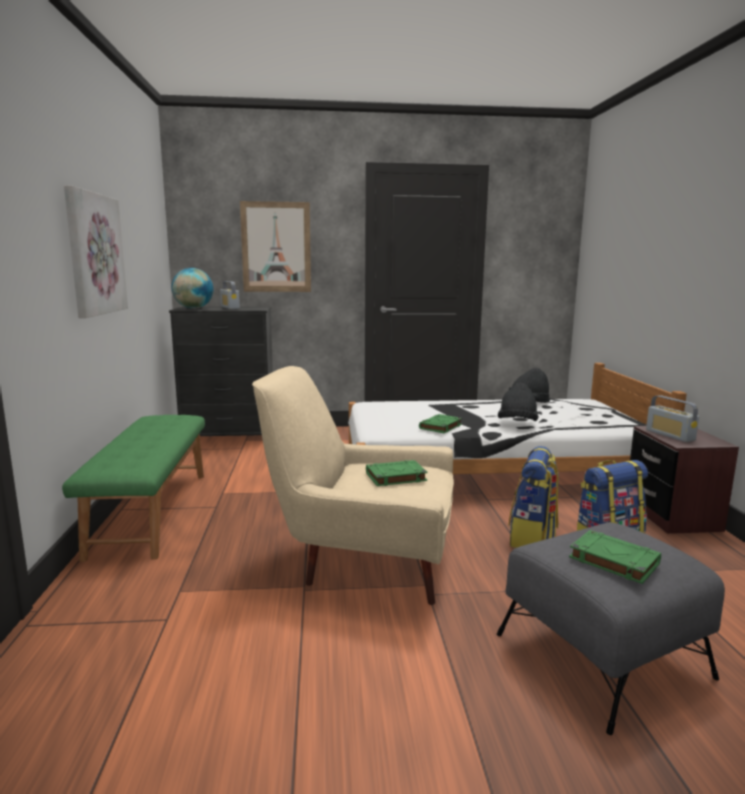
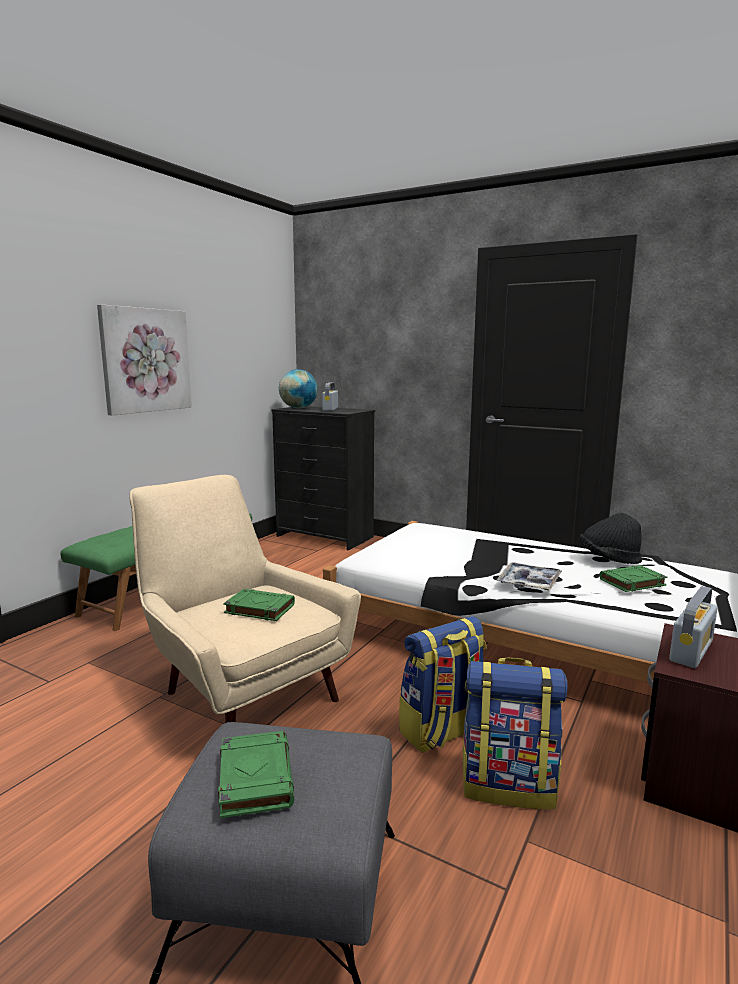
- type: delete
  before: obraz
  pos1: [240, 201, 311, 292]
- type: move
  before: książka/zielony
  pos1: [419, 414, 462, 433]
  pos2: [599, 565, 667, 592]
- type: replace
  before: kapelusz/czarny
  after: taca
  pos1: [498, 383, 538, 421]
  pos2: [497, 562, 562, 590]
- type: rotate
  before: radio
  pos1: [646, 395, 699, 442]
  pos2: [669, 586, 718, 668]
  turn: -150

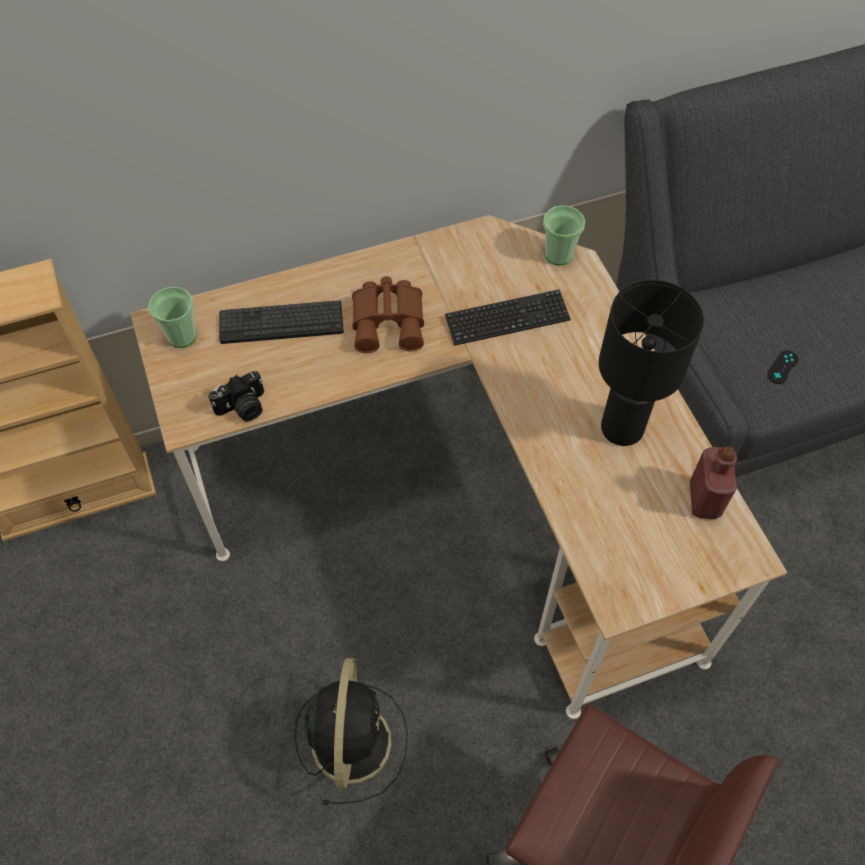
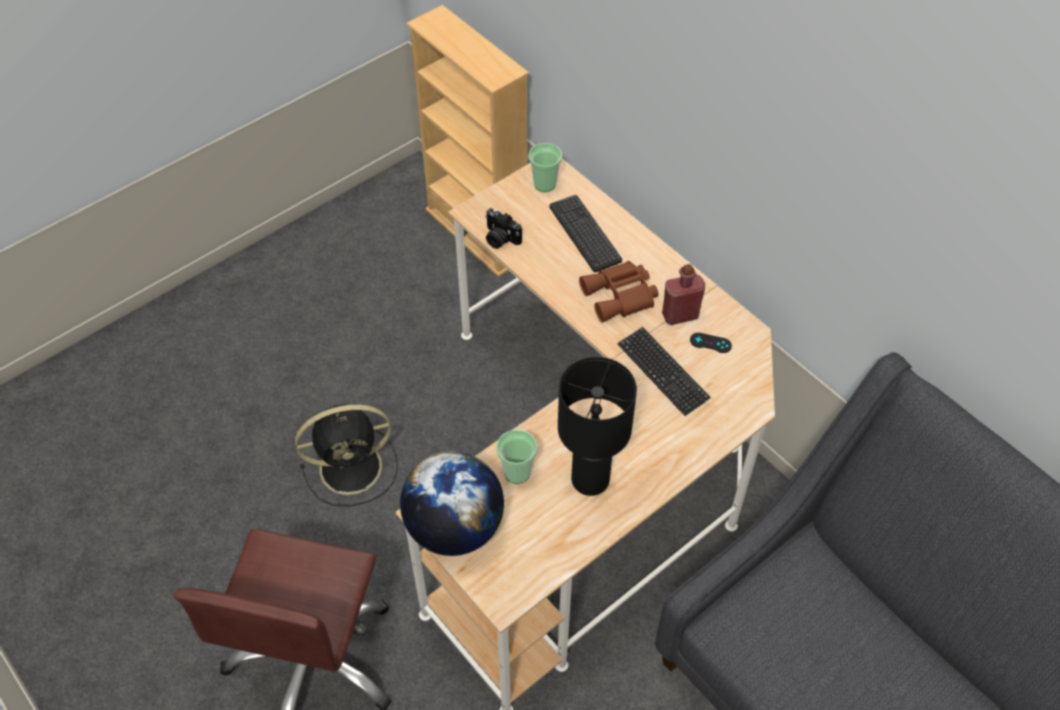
- type: move
  before: filiżanka
  pos1: [543, 205, 585, 265]
  pos2: [496, 429, 537, 484]
- type: move
  before: butelka/czerwony
  pos1: [690, 446, 737, 519]
  pos2: [662, 264, 705, 325]
- type: move
  before: pad do gier/czarny
  pos1: [767, 351, 799, 384]
  pos2: [690, 333, 732, 353]
- type: insert
  after: globus
  pos2: [400, 451, 504, 556]

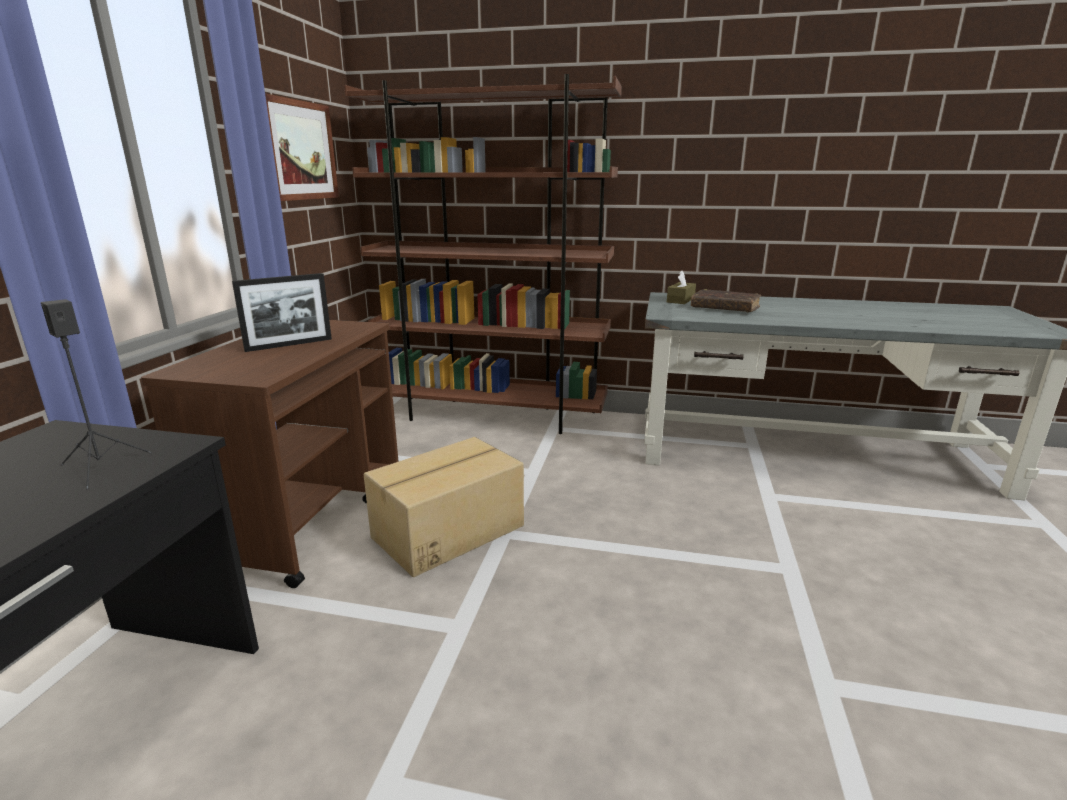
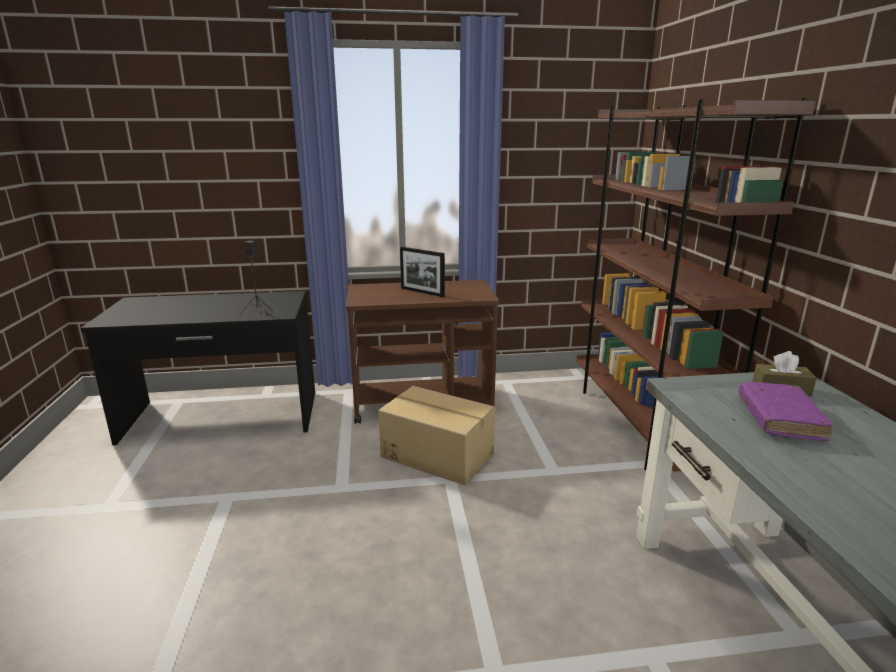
- type: delete
  before: obraz
  pos1: [265, 93, 339, 201]
- type: recolor
  before: książka/brązowy
  after: książka/fioletowy
  pos1: [691, 289, 761, 312]
  pos2: [739, 382, 833, 441]

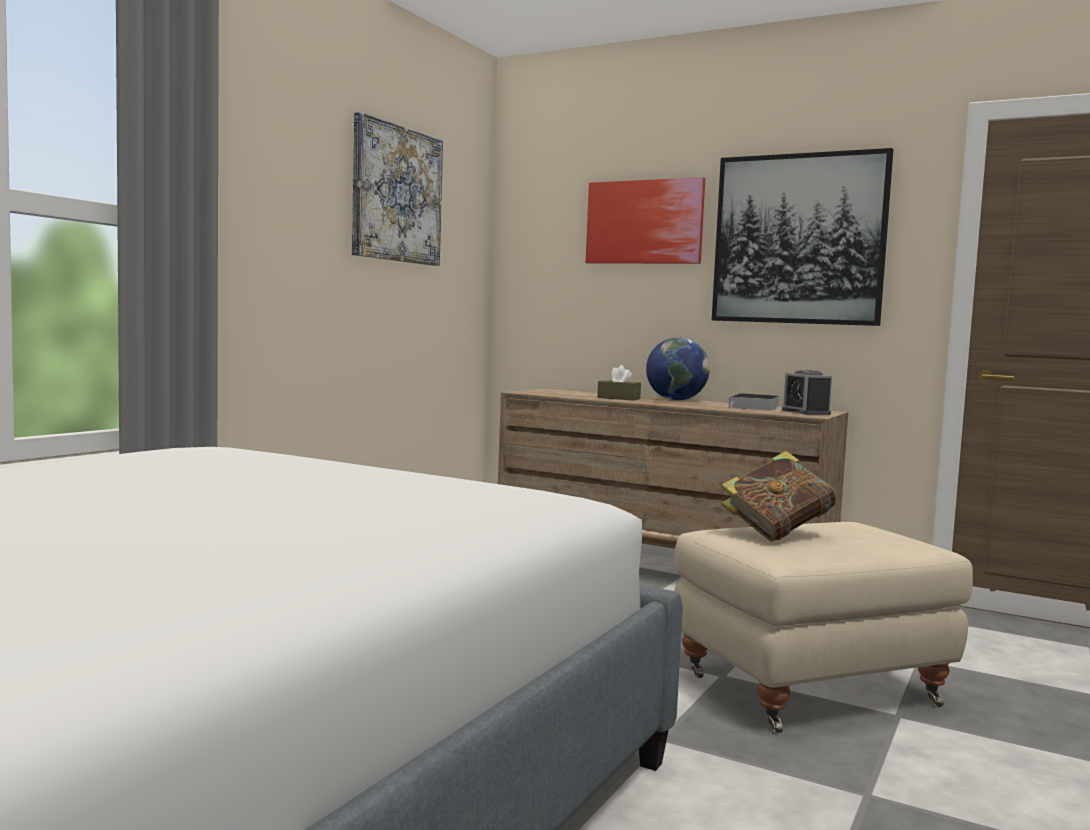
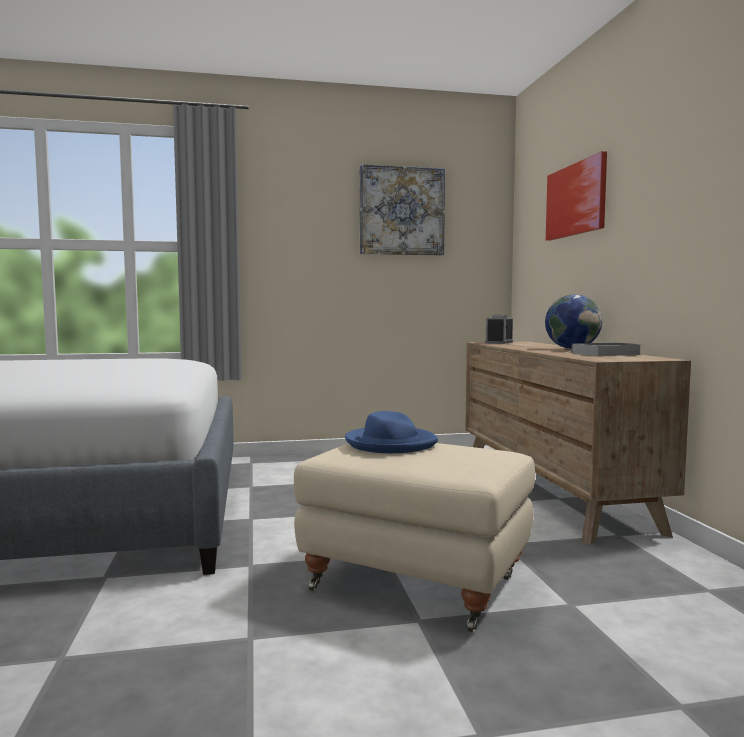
- type: delete
  before: pudełko chusteczek/brązowy
  pos1: [597, 365, 641, 400]
- type: delete
  before: obraz
  pos1: [712, 148, 893, 326]
- type: replace
  before: książka
  after: kapelusz/niebieski
  pos1: [722, 451, 836, 542]
  pos2: [345, 411, 438, 453]
- type: move
  before: budzik
  pos1: [782, 370, 832, 415]
  pos2: [485, 315, 513, 344]

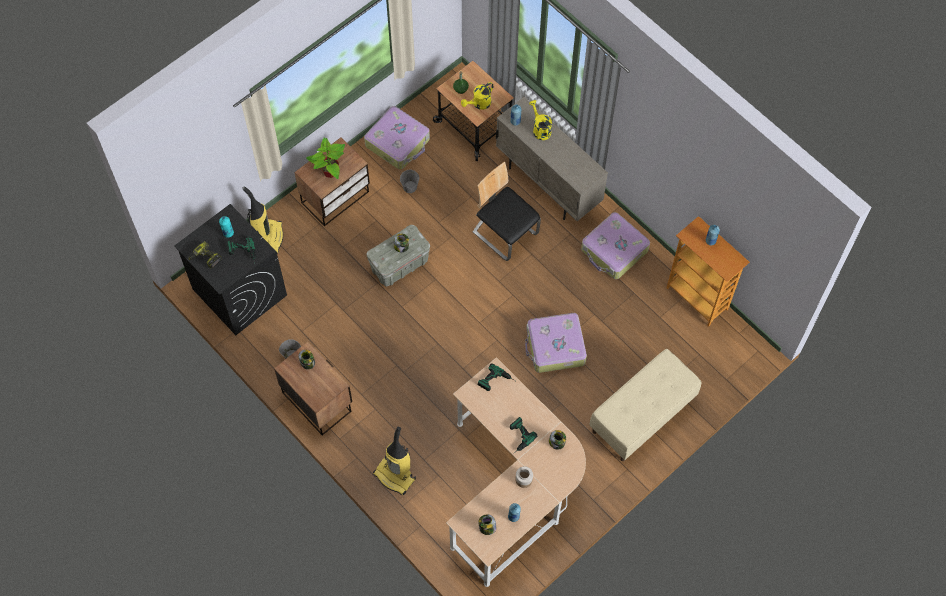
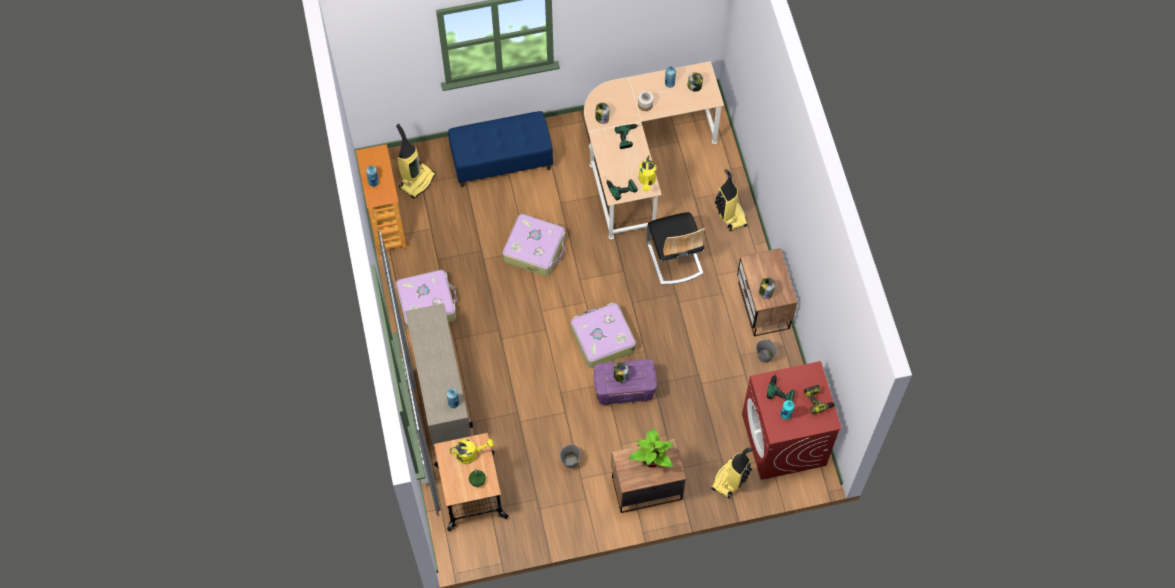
- type: recolor
  before: pralka/czarny
  after: pralka/czerwony
  pos1: [174, 204, 287, 335]
  pos2: [742, 361, 842, 480]
- type: move
  before: walizka
  pos1: [364, 106, 430, 169]
  pos2: [571, 303, 636, 368]
- type: recolor
  before: pojemnik do przechowywania/szary
  after: pojemnik do przechowywania/fioletowy
  pos1: [367, 225, 430, 286]
  pos2: [593, 359, 657, 406]
- type: move
  before: krzesło
  pos1: [473, 162, 541, 261]
  pos2: [647, 212, 705, 285]
- type: move
  before: konewka/żółty
  pos1: [529, 100, 552, 140]
  pos2: [639, 155, 656, 191]
- type: recolor
  before: ławka/beżowy
  after: ławka/niebieski
  pos1: [589, 349, 702, 461]
  pos2: [448, 111, 553, 187]
- type: insert
  after: odkurzacz
  pos2: [396, 124, 436, 199]

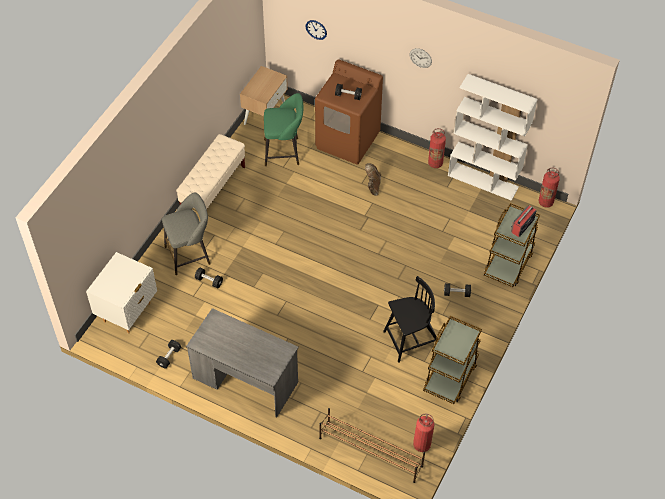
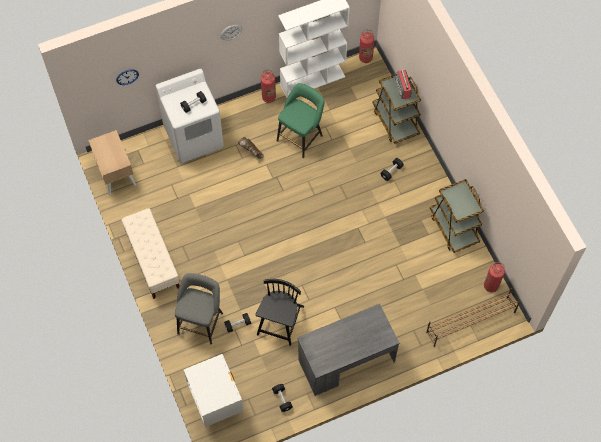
- type: move
  before: stołek/zielony
  pos1: [264, 93, 303, 166]
  pos2: [277, 83, 324, 158]
- type: recolor
  before: pralka/brązowy
  after: pralka/biały
  pos1: [315, 59, 383, 165]
  pos2: [156, 69, 224, 163]
- type: move
  before: krzesło/czarny
  pos1: [383, 276, 437, 363]
  pos2: [255, 279, 304, 346]

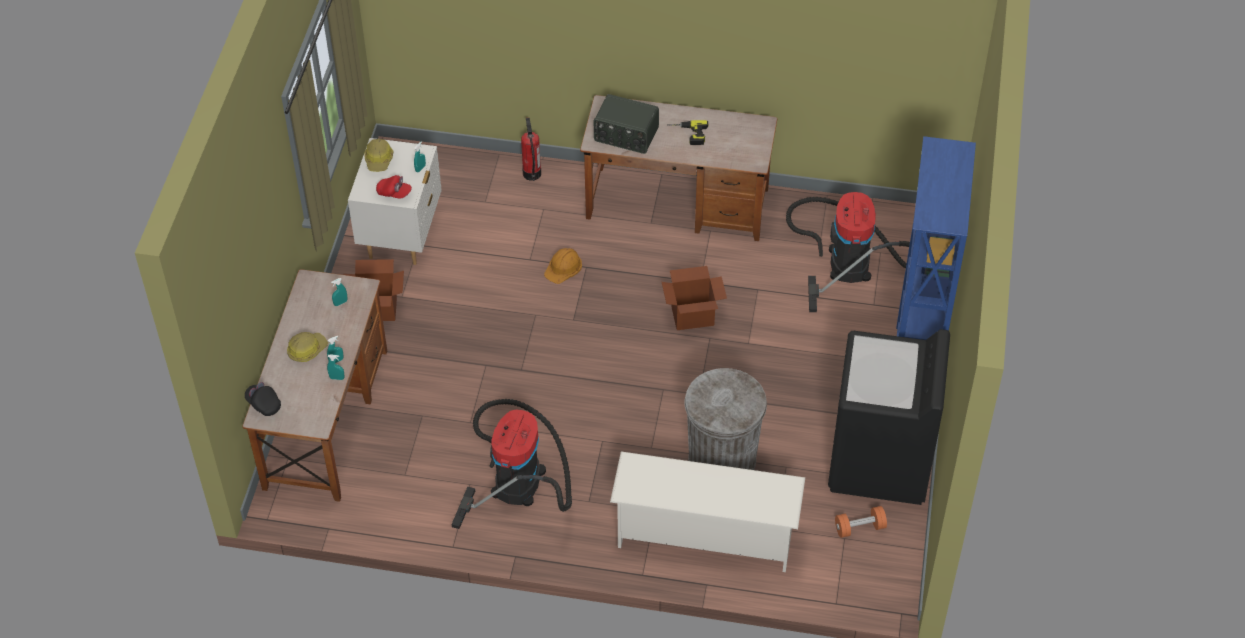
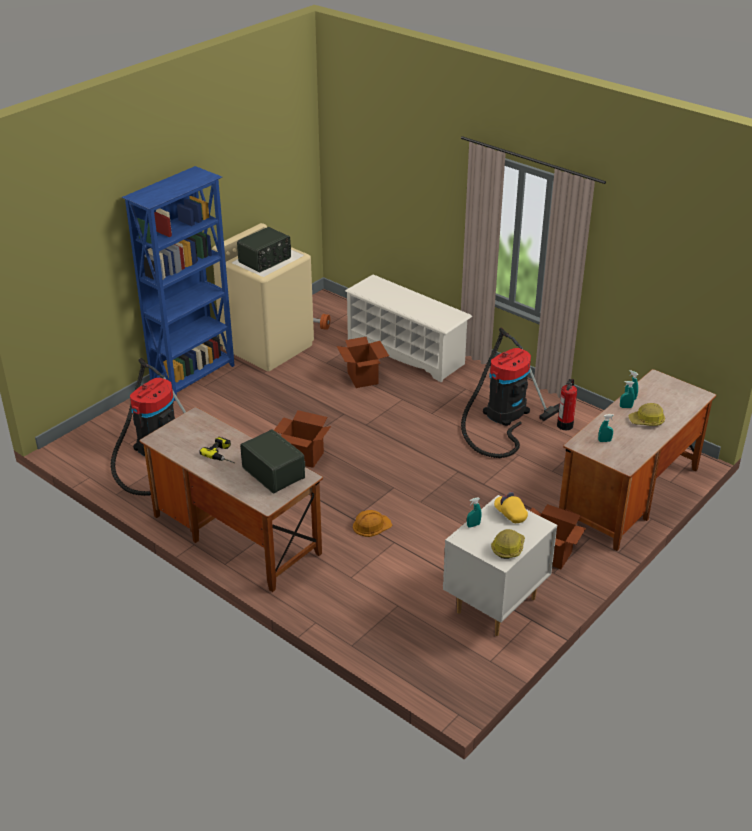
- type: delete
  before: czapka z daszkiem/czarny
  pos1: [245, 382, 281, 416]
- type: recolor
  before: czapka z daszkiem/czerwony
  after: czapka z daszkiem/żółty
  pos1: [376, 175, 412, 199]
  pos2: [494, 492, 528, 523]
- type: move
  before: gaśnica
  pos1: [521, 118, 541, 181]
  pos2: [557, 379, 577, 430]
- type: replace
  before: kosz na śmieci/szary
  after: karton
  pos1: [685, 368, 767, 470]
  pos2: [337, 337, 389, 388]
- type: recolor
  before: pralka/czarny
  after: pralka/beżowy
  pos1: [828, 329, 950, 505]
  pos2: [212, 223, 314, 371]
- type: insert
  after: radio
  pos2: [237, 227, 291, 272]

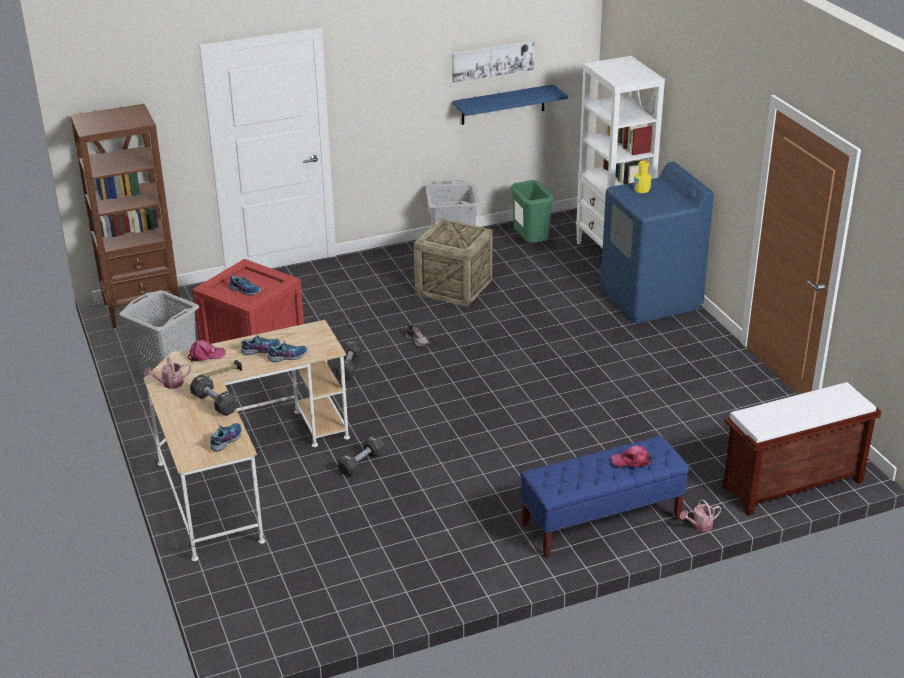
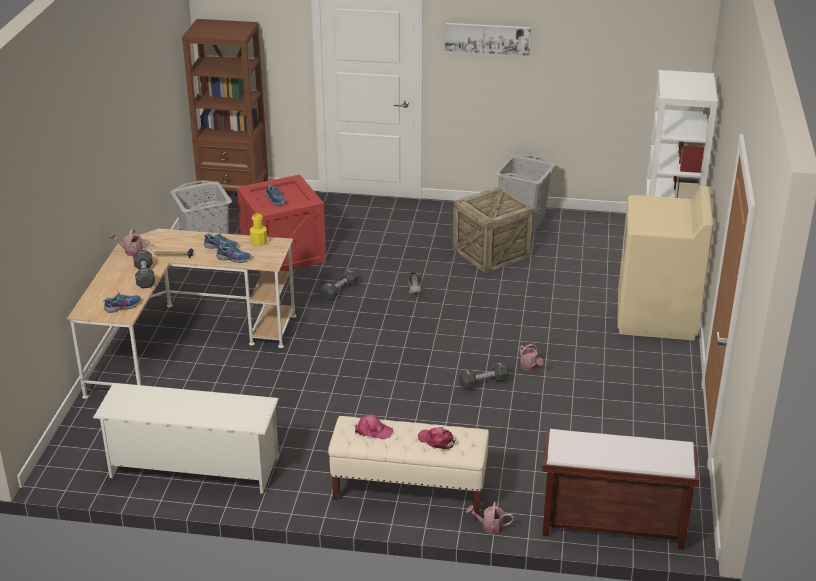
- type: move
  before: czapka z daszkiem/różowy
  pos1: [188, 340, 226, 362]
  pos2: [355, 414, 393, 439]
- type: move
  before: hantel/czarny
  pos1: [337, 435, 384, 477]
  pos2: [459, 362, 509, 390]
- type: move
  before: obraz
  pos1: [452, 41, 534, 82]
  pos2: [445, 23, 531, 56]
- type: delete
  before: półka/niebieski
  pos1: [452, 84, 568, 125]
- type: delete
  before: kosz na śmieci/zielony
  pos1: [511, 180, 554, 243]
- type: recolor
  before: ławka/niebieski
  after: ławka/beżowy
  pos1: [520, 436, 689, 558]
  pos2: [328, 416, 489, 515]
- type: recolor
  before: pralka/niebieski
  after: pralka/beżowy
  pos1: [601, 162, 714, 323]
  pos2: [617, 186, 714, 341]
- type: move
  before: butelka/żółty
  pos1: [634, 160, 651, 193]
  pos2: [250, 214, 267, 247]
- type: insert
  after: regał na buty/biały
  pos2: [93, 383, 279, 494]
- type: insert
  after: konewka
  pos2: [520, 344, 544, 371]

